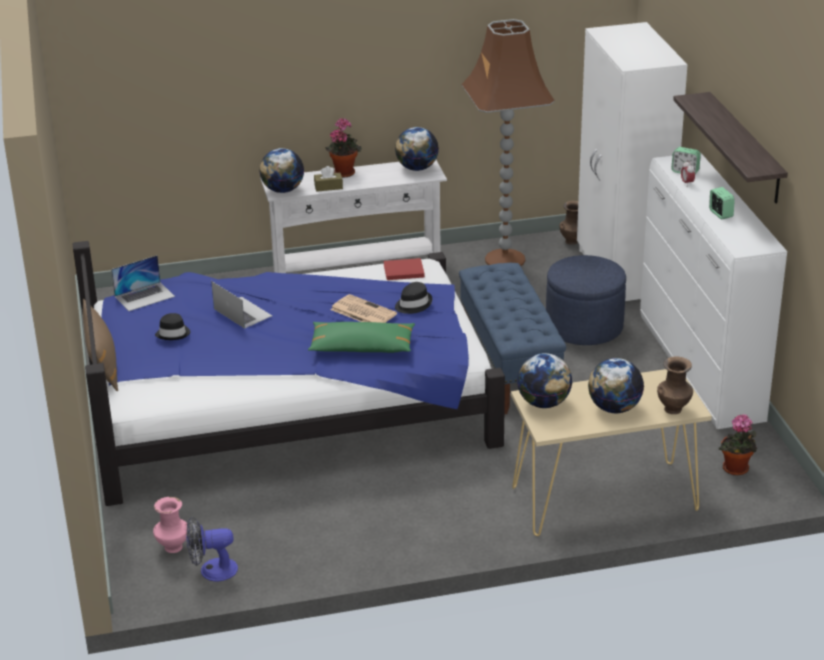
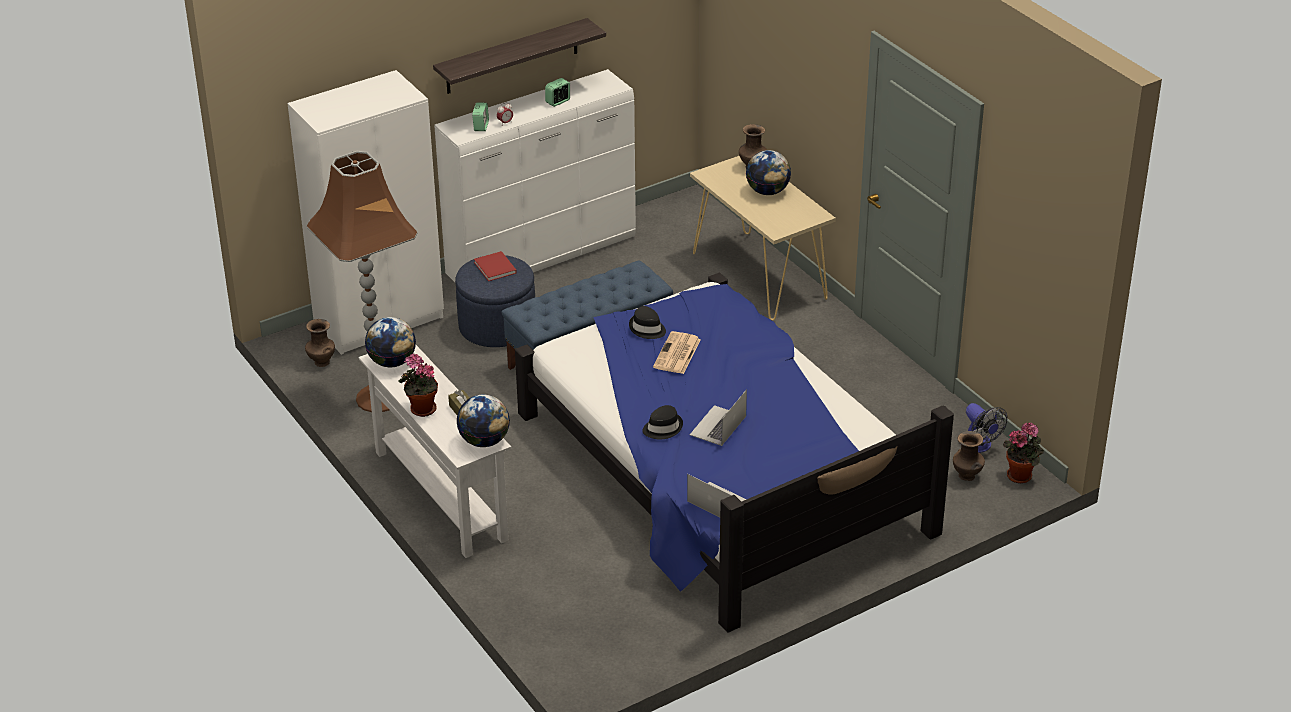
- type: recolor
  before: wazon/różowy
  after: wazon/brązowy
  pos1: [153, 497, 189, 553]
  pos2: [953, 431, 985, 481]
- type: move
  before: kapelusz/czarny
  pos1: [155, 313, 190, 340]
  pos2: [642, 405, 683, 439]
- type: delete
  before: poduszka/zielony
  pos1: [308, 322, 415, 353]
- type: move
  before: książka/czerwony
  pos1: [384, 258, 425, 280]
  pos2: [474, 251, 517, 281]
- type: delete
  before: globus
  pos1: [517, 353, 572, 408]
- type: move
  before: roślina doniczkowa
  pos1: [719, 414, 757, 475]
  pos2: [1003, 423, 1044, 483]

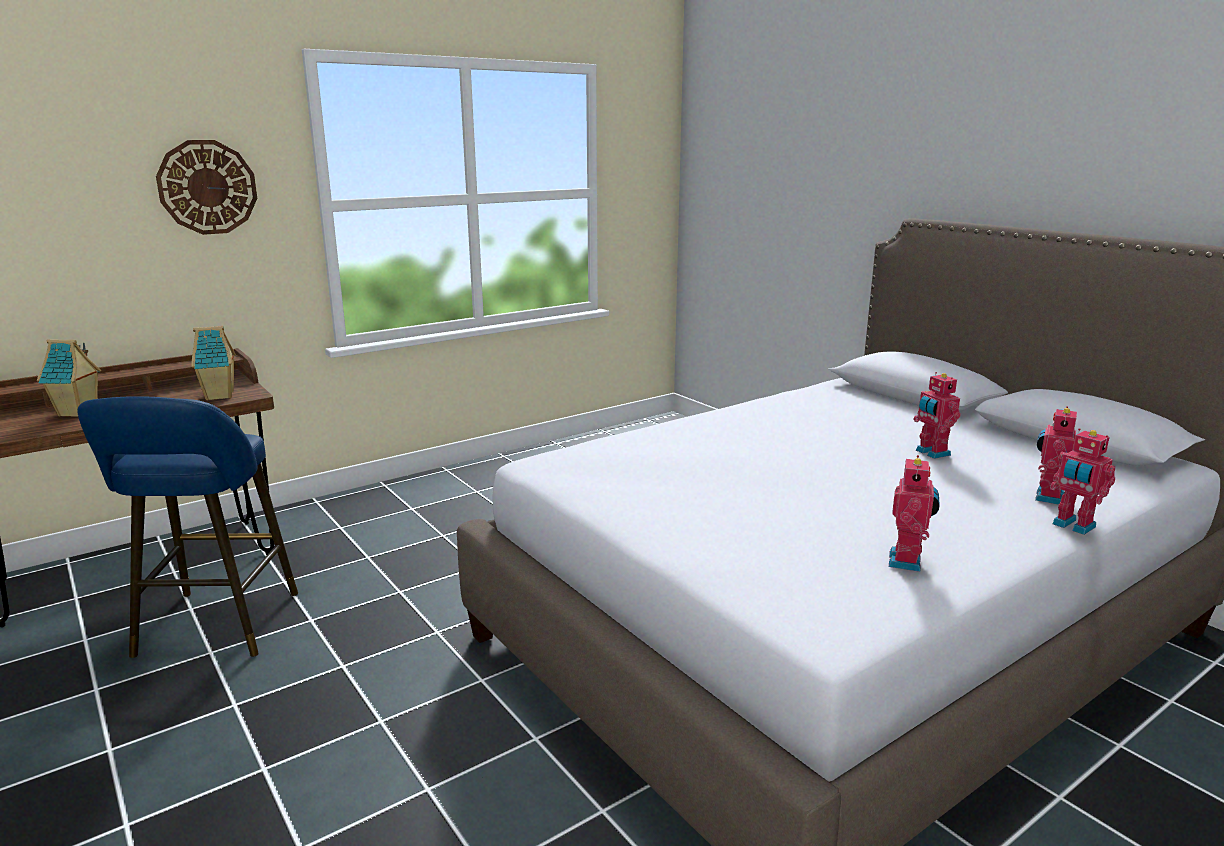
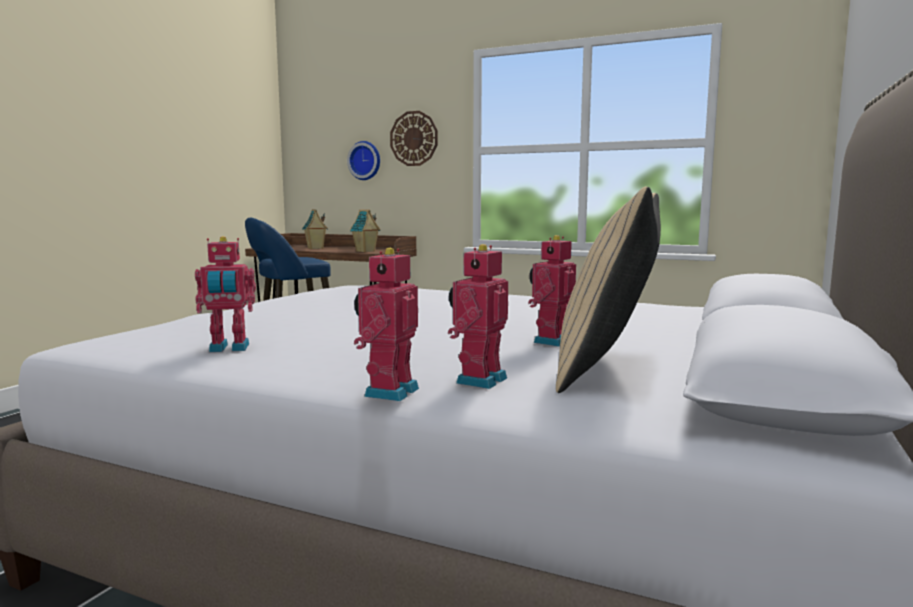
- type: rotate
  before: robot zabawkowy
  pos1: [1035, 406, 1077, 505]
  pos2: [448, 244, 508, 389]
  turn: -60
- type: insert
  after: zegar ścienny
  pos2: [347, 141, 380, 180]
- type: insert
  after: poduszka/beżowy
  pos2: [556, 186, 661, 393]

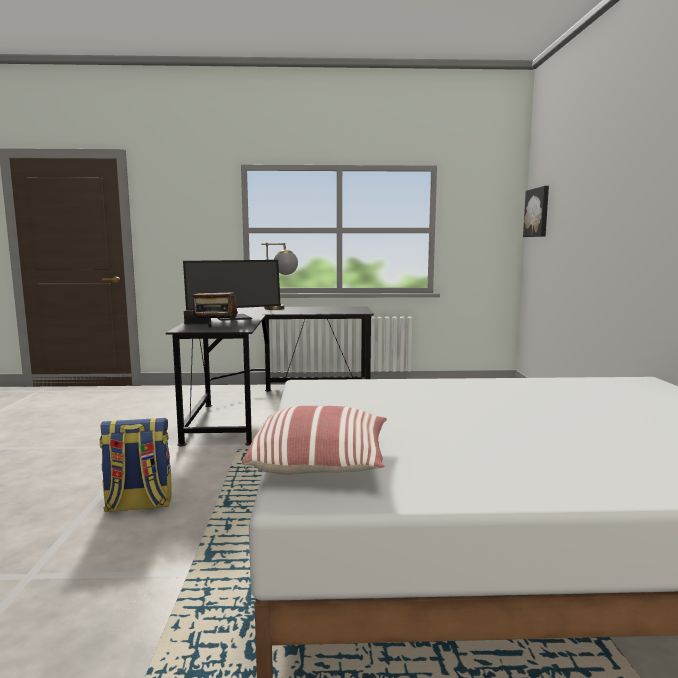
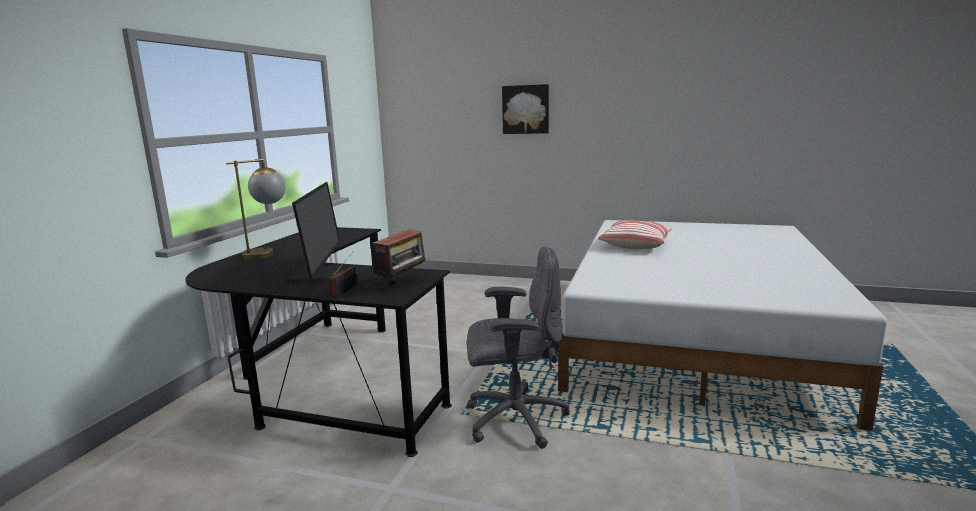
- type: delete
  before: plecak
  pos1: [100, 418, 171, 512]
- type: move
  before: poduszka
  pos1: [242, 406, 387, 475]
  pos2: [598, 220, 672, 249]
- type: move
  before: obraz
  pos1: [523, 186, 549, 237]
  pos2: [502, 84, 549, 134]
- type: insert
  after: krzesło biurowe/szary
  pos2: [467, 246, 570, 449]

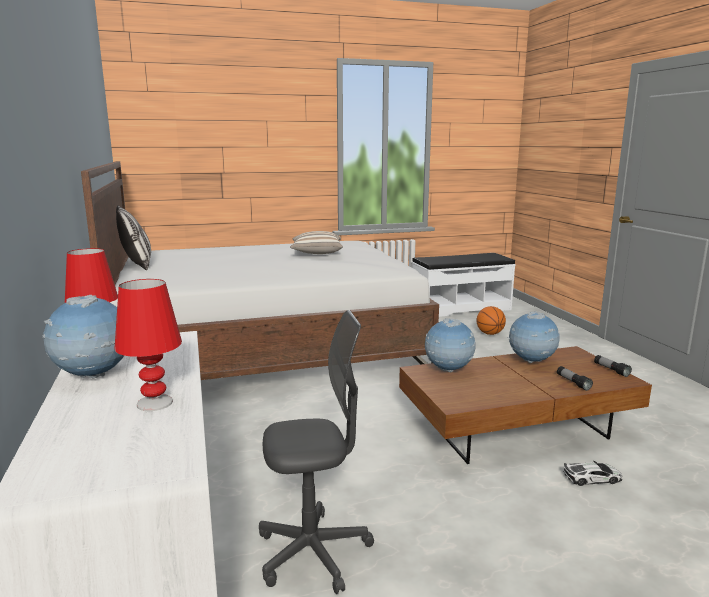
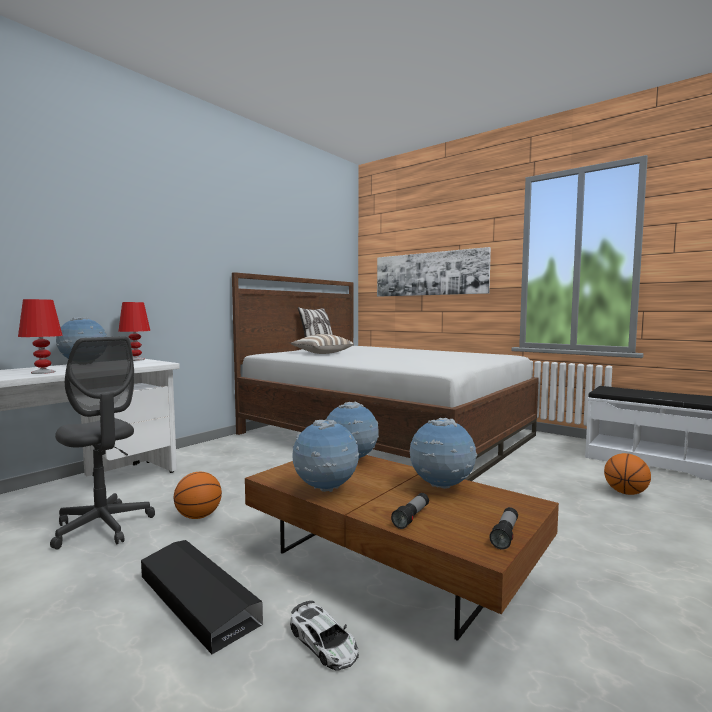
- type: move
  before: poduszka
  pos1: [290, 231, 343, 254]
  pos2: [291, 334, 354, 354]
- type: insert
  after: pojemnik do przechowywania/czarny
  pos2: [141, 540, 263, 654]
- type: insert
  after: piłka do koszykówki
  pos2: [174, 472, 222, 519]
- type: insert
  after: globus
  pos2: [292, 420, 359, 492]
- type: insert
  after: obraz
  pos2: [377, 247, 491, 297]

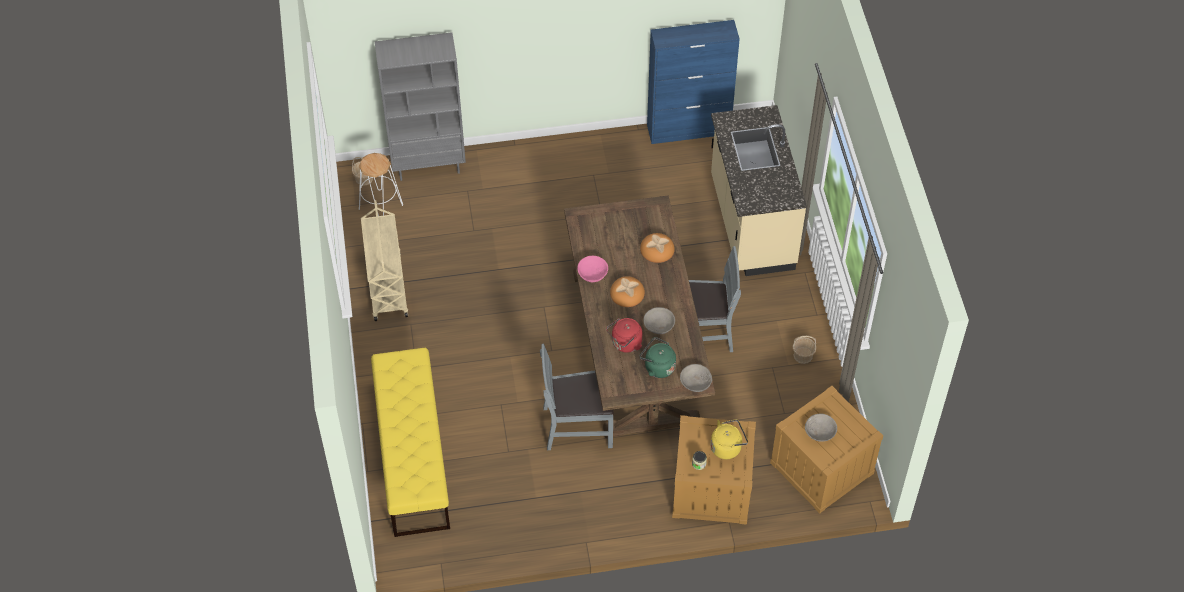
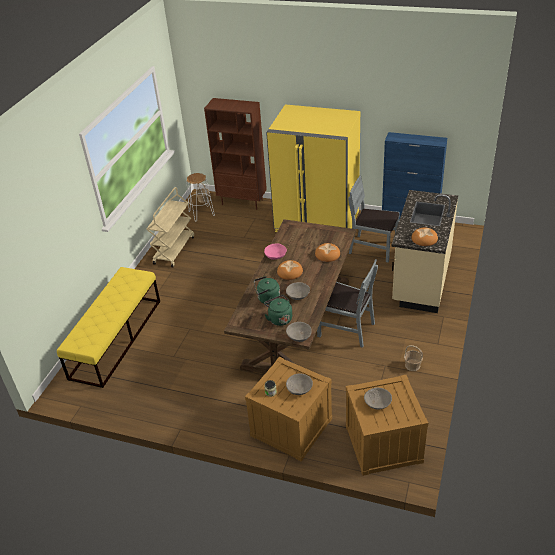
- type: recolor
  before: regał/szary
  after: regał/brązowy
  pos1: [375, 32, 466, 181]
  pos2: [204, 98, 267, 210]
- type: move
  before: krzesło/szary
  pos1: [540, 344, 613, 450]
  pos2: [348, 175, 400, 263]
- type: recolor
  before: czajnik/czerwony
  after: czajnik/zielony
  pos1: [606, 318, 642, 353]
  pos2: [254, 276, 280, 304]
- type: replace
  before: czajnik/żółty
  after: miska/szary
  pos1: [710, 419, 748, 459]
  pos2: [286, 374, 313, 395]
- type: insert
  after: lodówka/żółty
  pos2: [266, 104, 360, 232]
- type: insert
  after: chleb
  pos2: [411, 227, 438, 246]

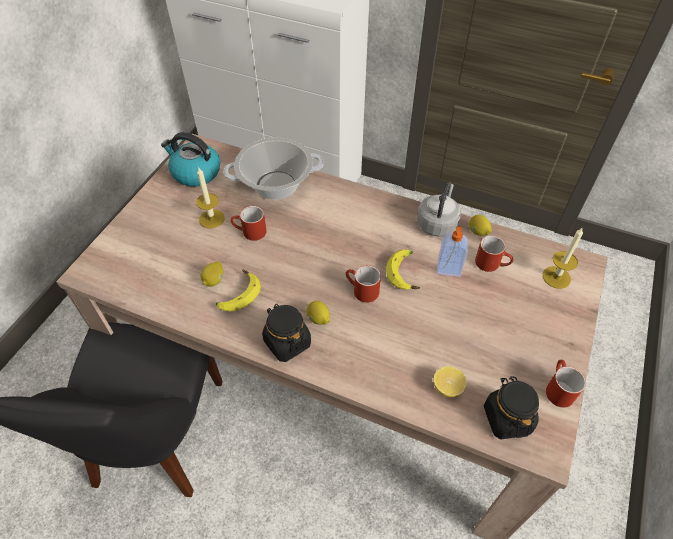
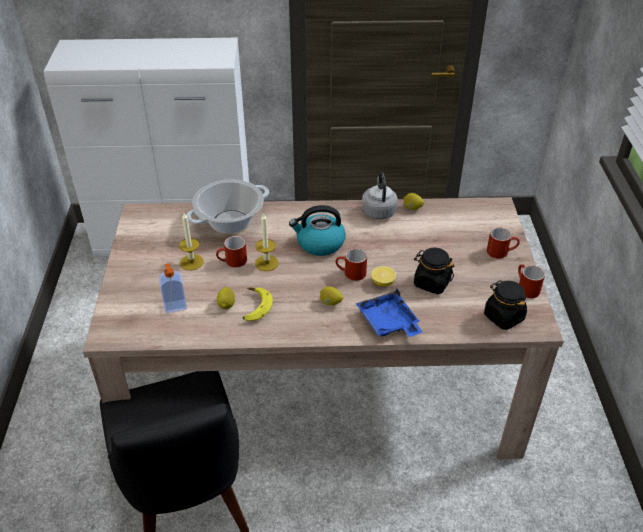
- type: move
  before: czajnik
  pos1: [161, 132, 220, 187]
  pos2: [289, 205, 346, 256]
- type: move
  before: słoik/czarny
  pos1: [262, 304, 311, 362]
  pos2: [414, 248, 454, 294]
- type: delete
  before: banan
  pos1: [386, 249, 420, 290]
- type: move
  before: cytryna
  pos1: [433, 366, 467, 397]
  pos2: [371, 266, 396, 287]
- type: move
  before: dozownik mydła
  pos1: [437, 227, 468, 277]
  pos2: [159, 263, 187, 313]
- type: move
  before: kubek/czerwony
  pos1: [475, 236, 513, 272]
  pos2: [487, 227, 520, 259]
- type: move
  before: świeca
  pos1: [543, 227, 583, 289]
  pos2: [255, 213, 279, 271]
- type: insert
  after: taca/niebieski
  pos2: [356, 288, 422, 337]

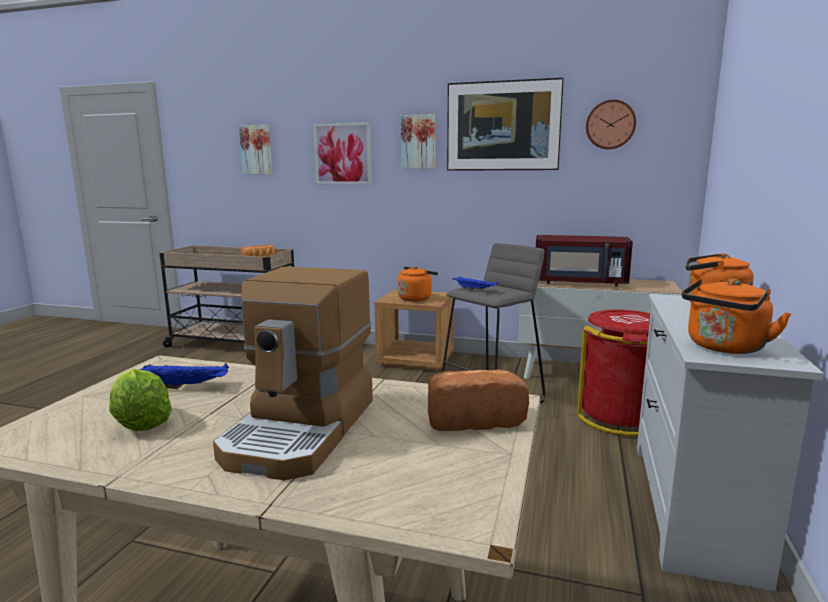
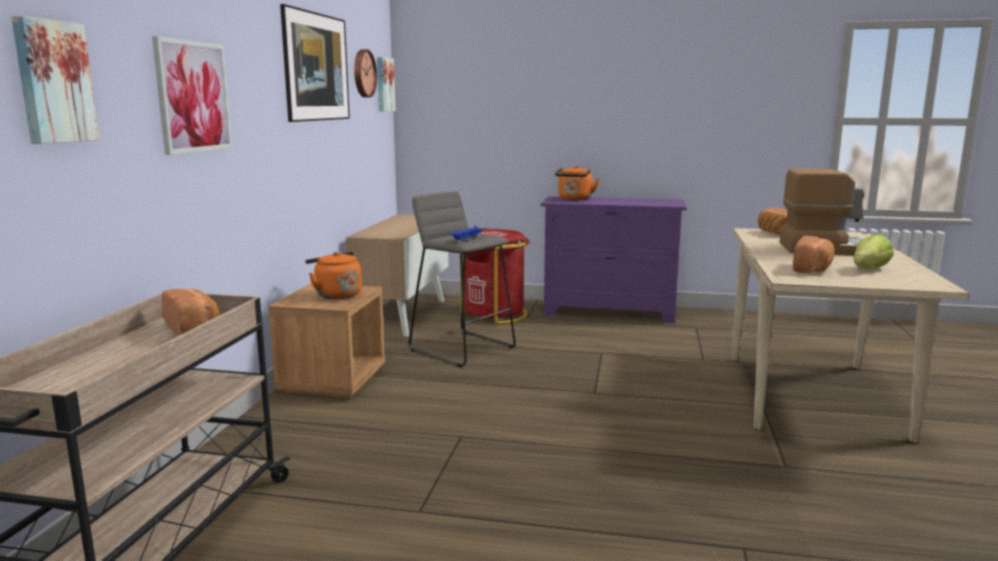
- type: replace
  before: taca/niebieski
  after: chleb
  pos1: [140, 363, 229, 389]
  pos2: [793, 236, 835, 273]
- type: move
  before: obraz
  pos1: [401, 114, 435, 169]
  pos2: [377, 57, 395, 112]
- type: delete
  before: mikrofalówka/czerwony
  pos1: [536, 235, 633, 286]
- type: recolor
  before: komoda/biały
  after: komoda/fioletowy
  pos1: [637, 294, 824, 591]
  pos2: [541, 196, 687, 323]
- type: delete
  before: czajnik/pomarańczowy
  pos1: [682, 279, 792, 354]

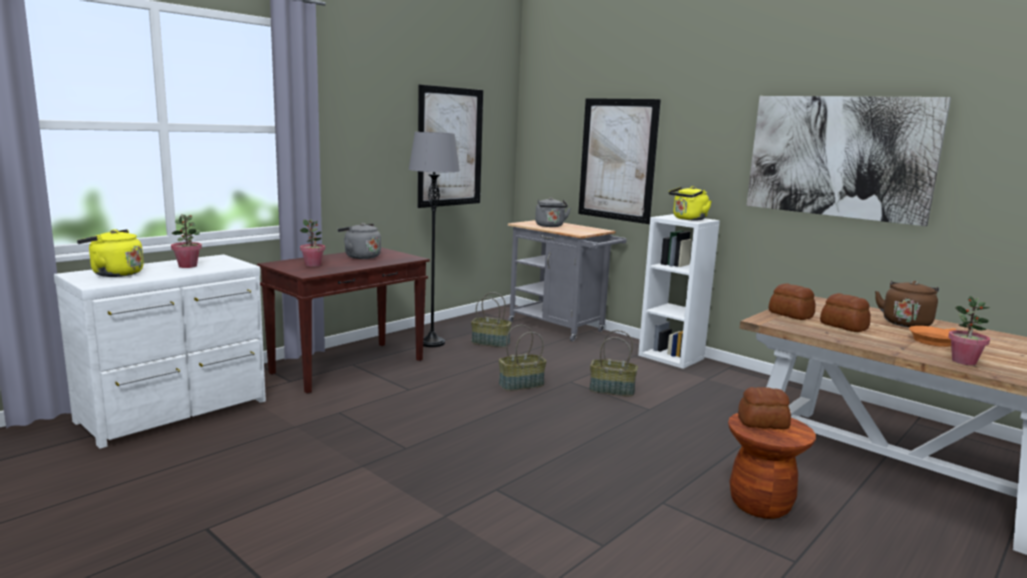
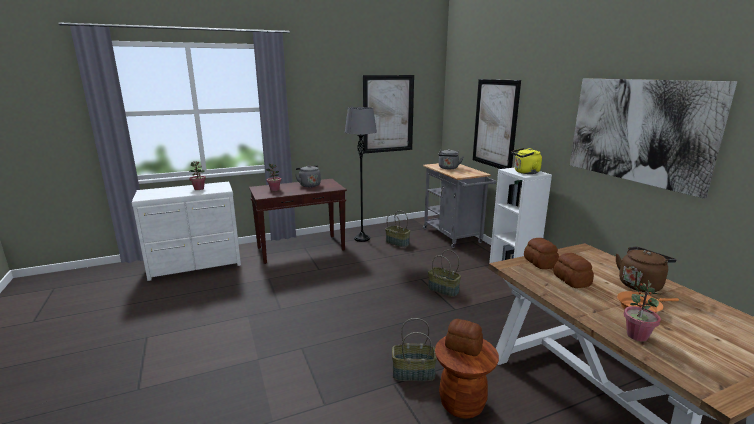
- type: delete
  before: czajnik/żółty
  pos1: [77, 229, 144, 277]
- type: move
  before: koszyk
  pos1: [499, 325, 546, 391]
  pos2: [392, 318, 437, 381]

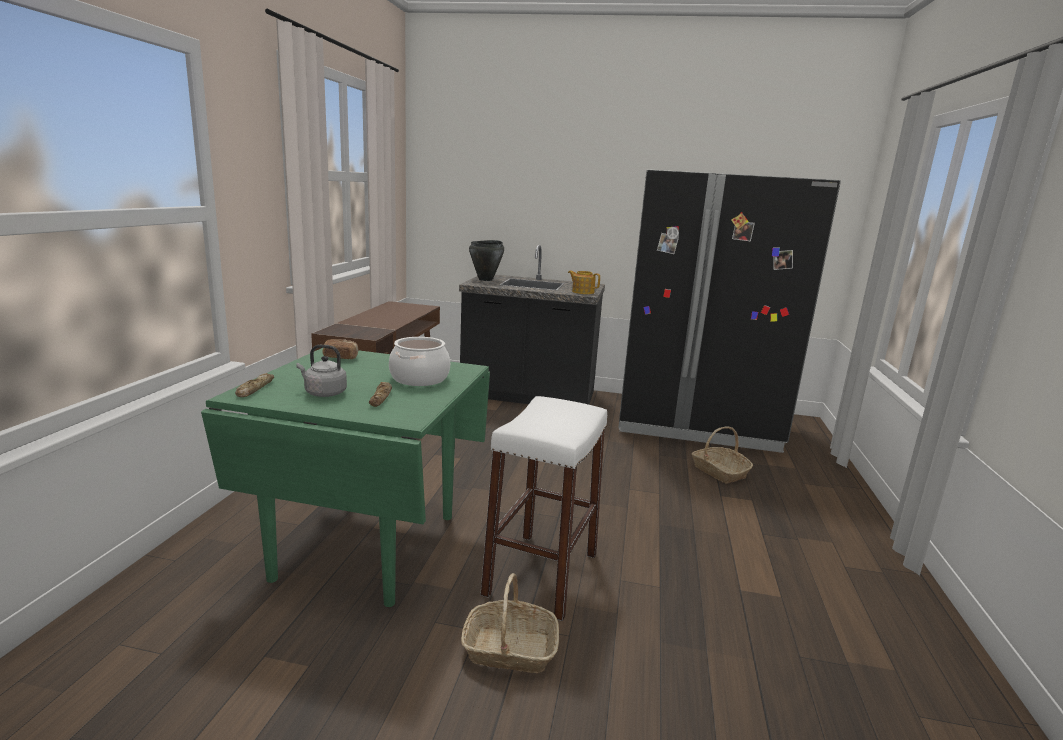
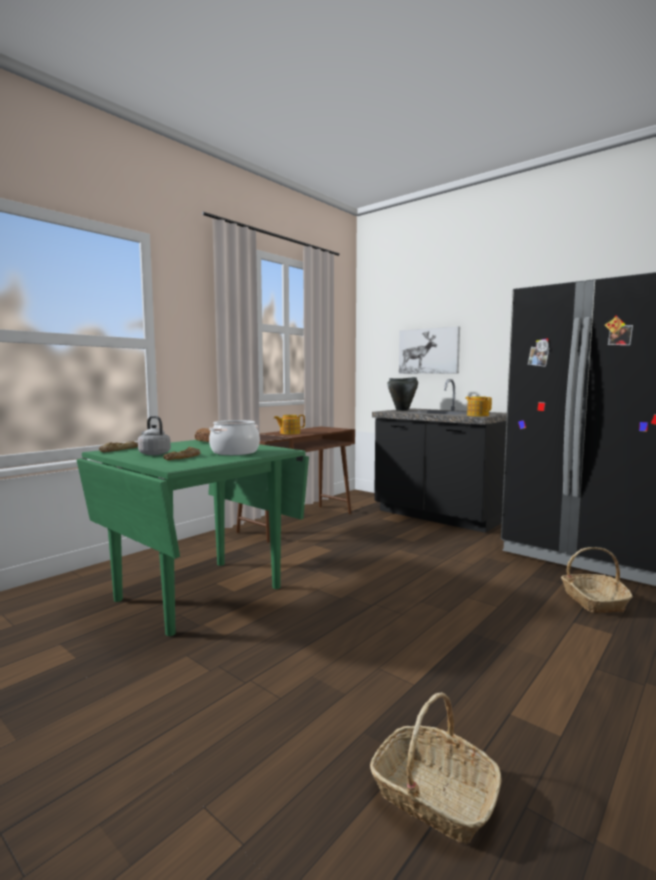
- type: move
  before: koszyk
  pos1: [461, 573, 559, 673]
  pos2: [370, 692, 502, 843]
- type: delete
  before: stołek/biały
  pos1: [480, 396, 607, 621]
- type: insert
  after: imbryk
  pos2: [274, 415, 305, 434]
- type: insert
  after: obraz
  pos2: [399, 326, 460, 374]

